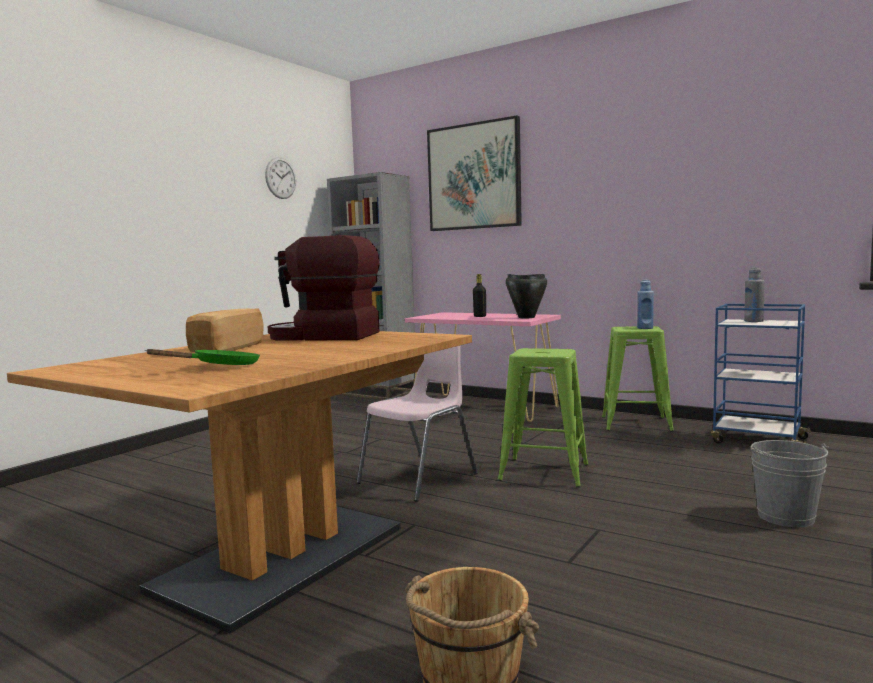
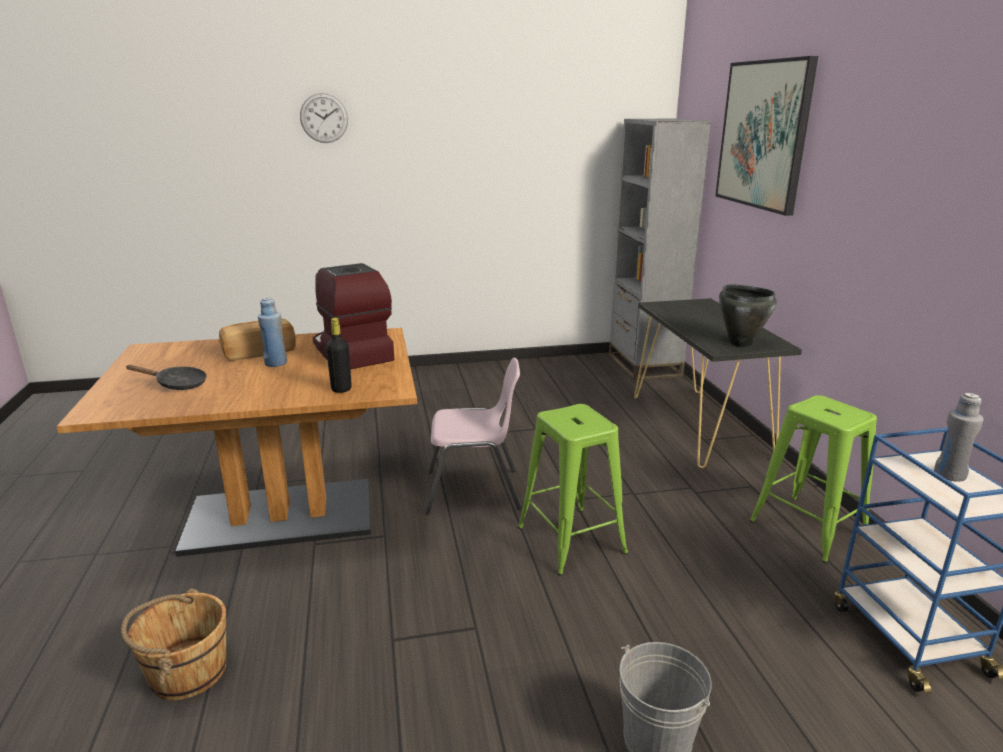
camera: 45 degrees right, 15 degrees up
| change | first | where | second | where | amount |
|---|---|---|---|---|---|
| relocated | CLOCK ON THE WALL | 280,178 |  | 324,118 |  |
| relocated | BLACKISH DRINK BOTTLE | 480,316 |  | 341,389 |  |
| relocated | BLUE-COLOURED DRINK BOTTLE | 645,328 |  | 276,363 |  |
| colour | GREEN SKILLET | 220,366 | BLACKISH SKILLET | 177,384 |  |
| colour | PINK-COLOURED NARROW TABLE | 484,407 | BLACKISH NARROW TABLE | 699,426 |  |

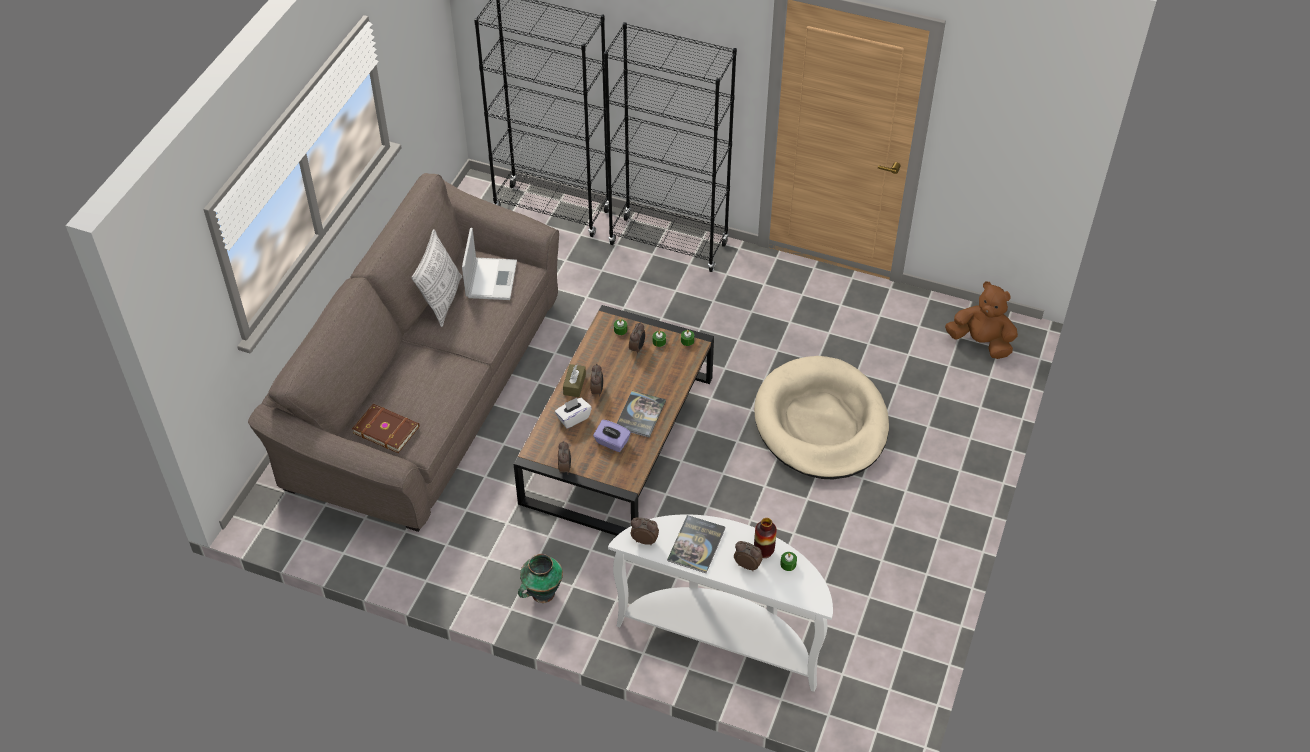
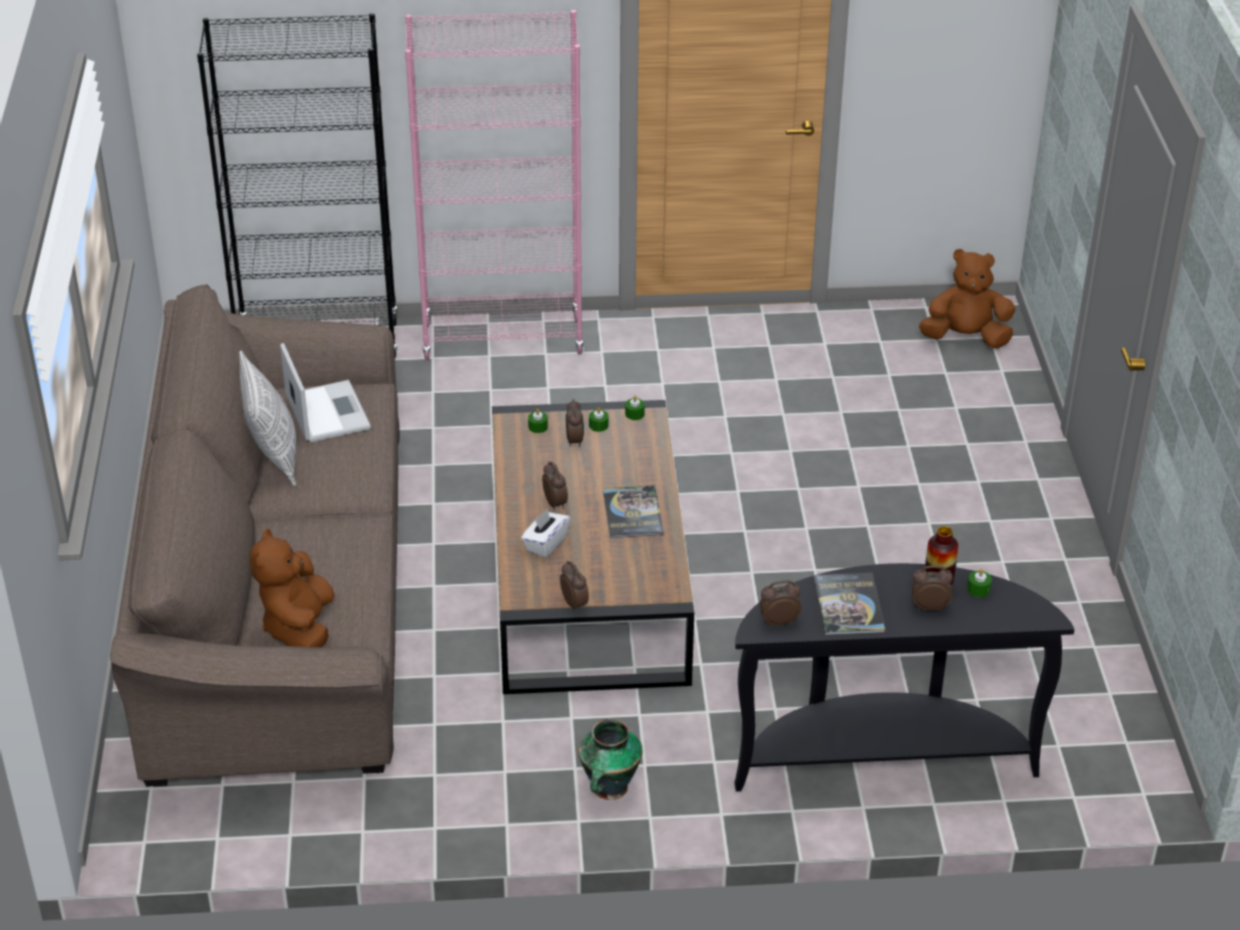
camera: 25 degrees left, 10 degrees down
| change | first | where | second | where | amount |
|---|---|---|---|---|---|
| missing | BROWN BOX OF TISSUES | 574,385 |  |  |  |
| missing | PURPLISH BOX OF TISSUES | 612,443 |  |  |  |
| missing | BEIGE DOG BED | 821,423 |  |  |  |
| exchanged | BROWN BOUND BOOK | 386,429 | BROWN PLUSH TOY | 299,628 |  |
| colour | BLACKISH SHELVING UNIT | 669,244 | PINK-COLOURED SHELVING UNIT | 503,339 |  |
| colour | WHITE-COLOURED NARROW TABLE | 723,635 | BLACKISH NARROW TABLE | 881,754 |  |

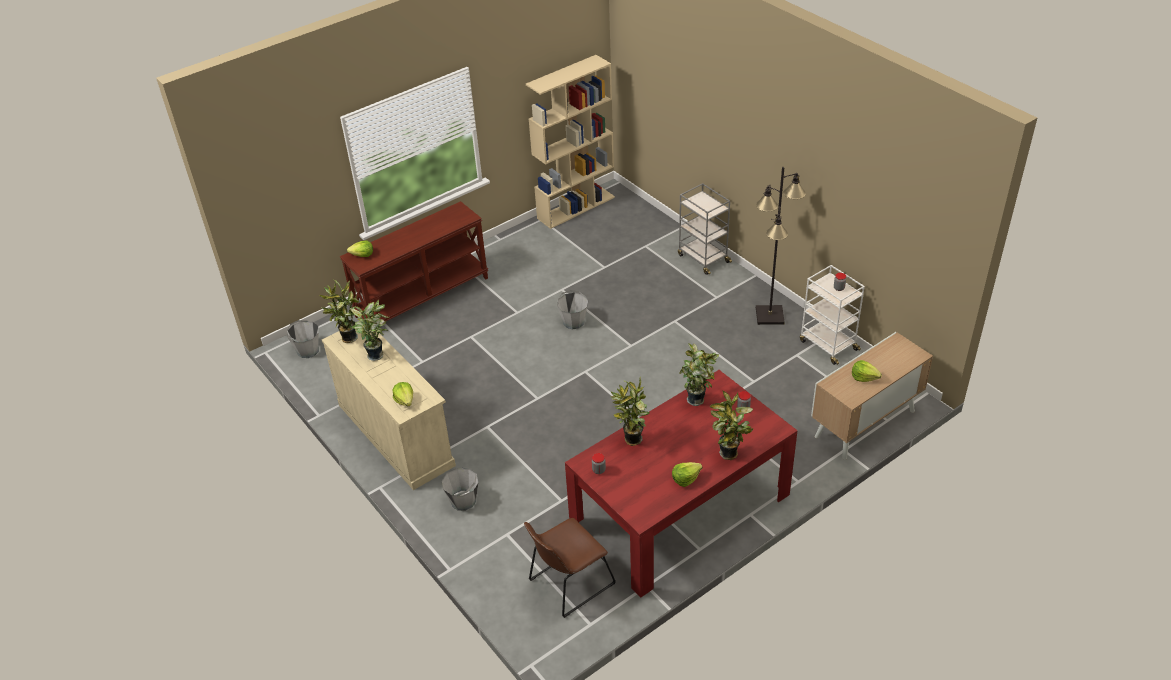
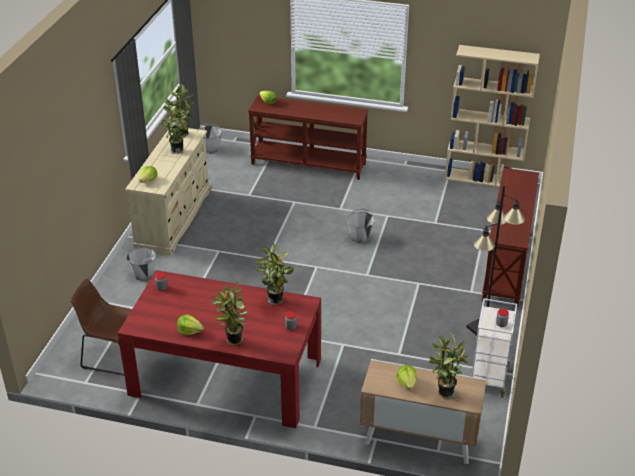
camera: 50 degrees right, 5 degrees down
| change | first | where | second | where | amount |
|---|---|---|---|---|---|
| relocated | HOUSEPLANT | 631,440 |  | 443,392 |  |
| exchanged | GREY WHEELED CART | 703,258 | BROWN NARROW TABLE | 507,264 |  |

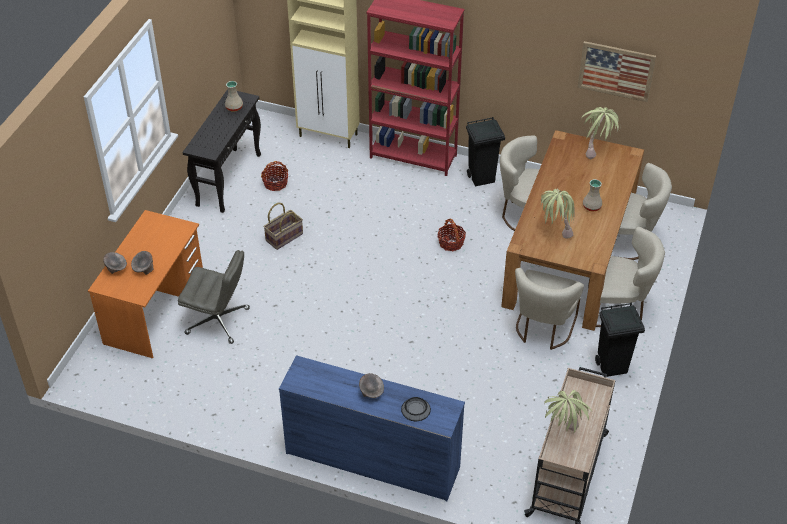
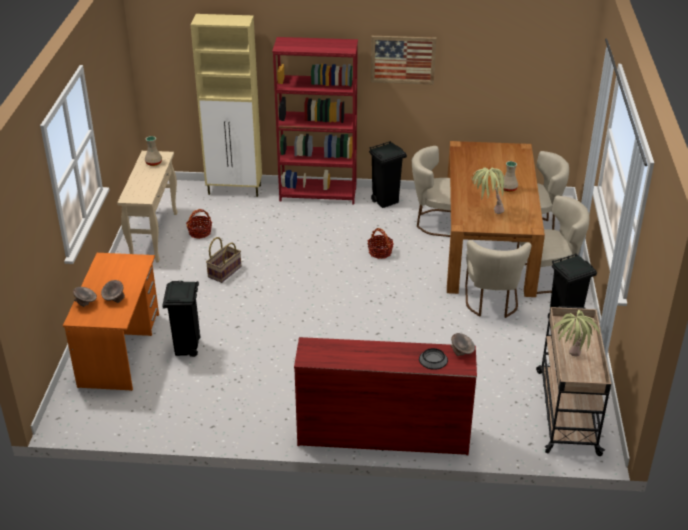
camera: 15 degrees left, 10 degrees down
| change | first | where | second | where | amount |
|---|---|---|---|---|---|
| missing | HOUSEPLANT | 597,151 |  |  |  |
| relocated | GREY BOWL | 371,393 |  | 462,353 |  |
| relocated | WALL PICTURE | 616,71 |  | 403,59 |  |
| exchanged | GREY DESK CHAIR | 218,321 | BLACKISH TRASH CAN | 187,348 |  |
| colour | BLACKISH NARROW TABLE | 229,179 | BEIGE NARROW TABLE | 154,236 |  |
| colour | BLUE-COLOURED DRESSER | 372,459 | RED-COLOURED DRESSER | 382,435 |  |

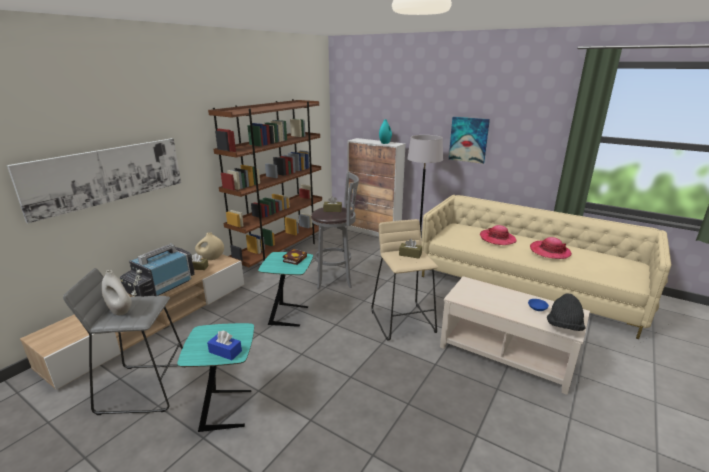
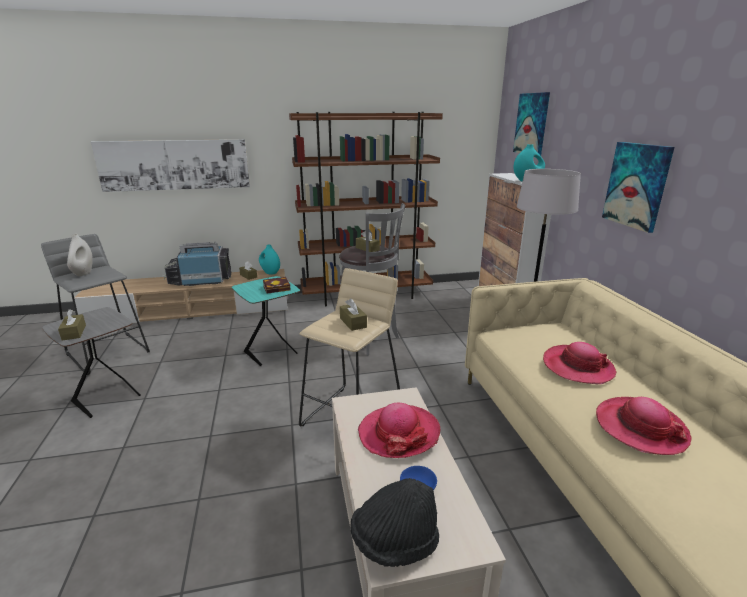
camera: 45 degrees right, 0 degrees up
| change | first | where | second | where | amount |
|---|---|---|---|---|---|
| appeared |  |  | WEARABLE HAT | 399,433 |  |
| appeared |  |  | WALL PICTURE | 532,124 |  |
| colour | TURQUOISE-COLOURED SIDE TABLE | 228,409 | GREY SIDE TABLE | 109,398 |  |
| colour | BEIGE FLOWER VASE | 211,258 | TURQUOISE-COLOURED FLOWER VASE | 270,272 |  |
| colour | BLUE-COLOURED BOX OF TISSUES | 225,351 | BROWN BOX OF TISSUES | 74,332 |  |

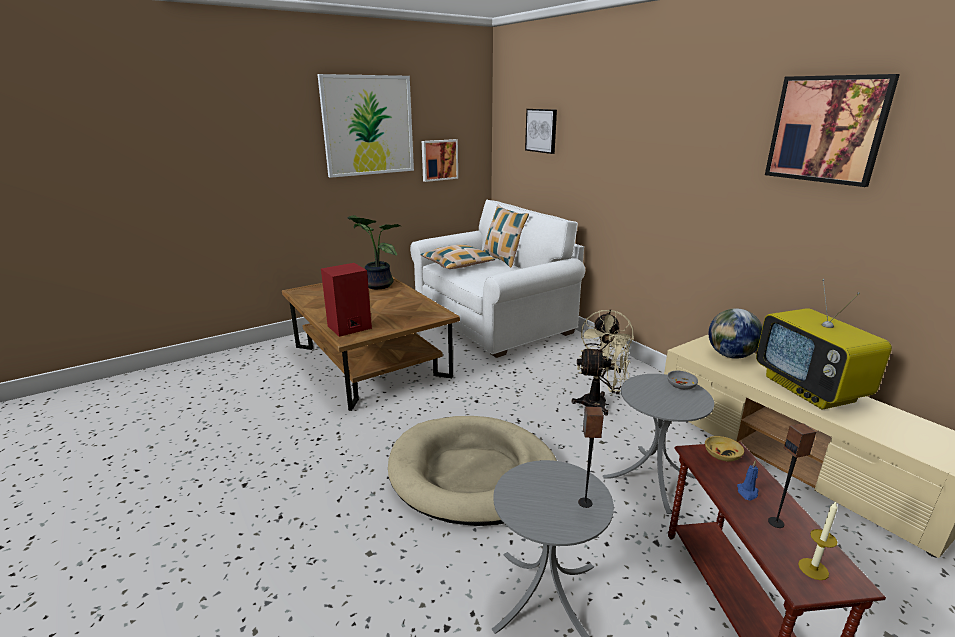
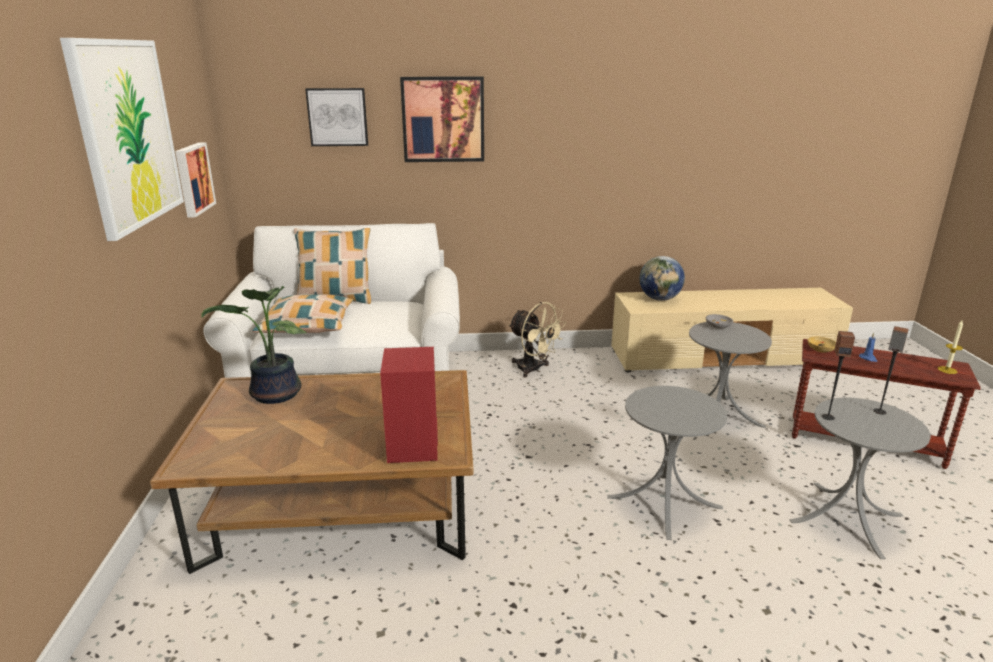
camera: 60 degrees left, 0 degrees up
| change | first | where | second | where | amount |
|---|---|---|---|---|---|
| missing | BEIGE ELECTRIC FAN | 601,404 |  |  |  |
| missing | TV SET | 810,389 |  |  |  |
| relocated | WALL PICTURE | 827,129 |  | 443,119 |  |
| relocated | SPEAKER | 776,522 |  | 828,417 |  |
| exchanged | BEIGE DOG BED | 473,474 | GREY SIDE TABLE | 664,502 |  |

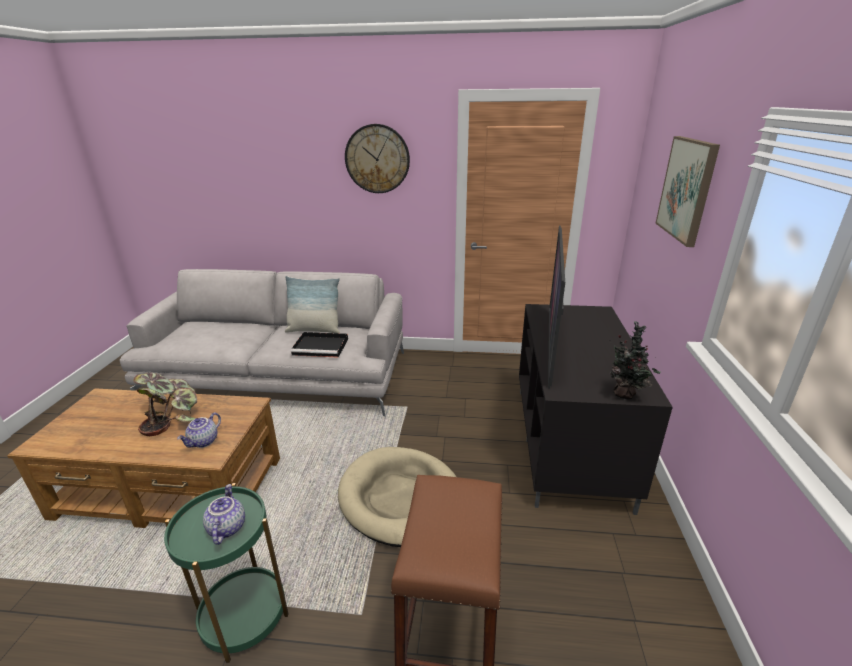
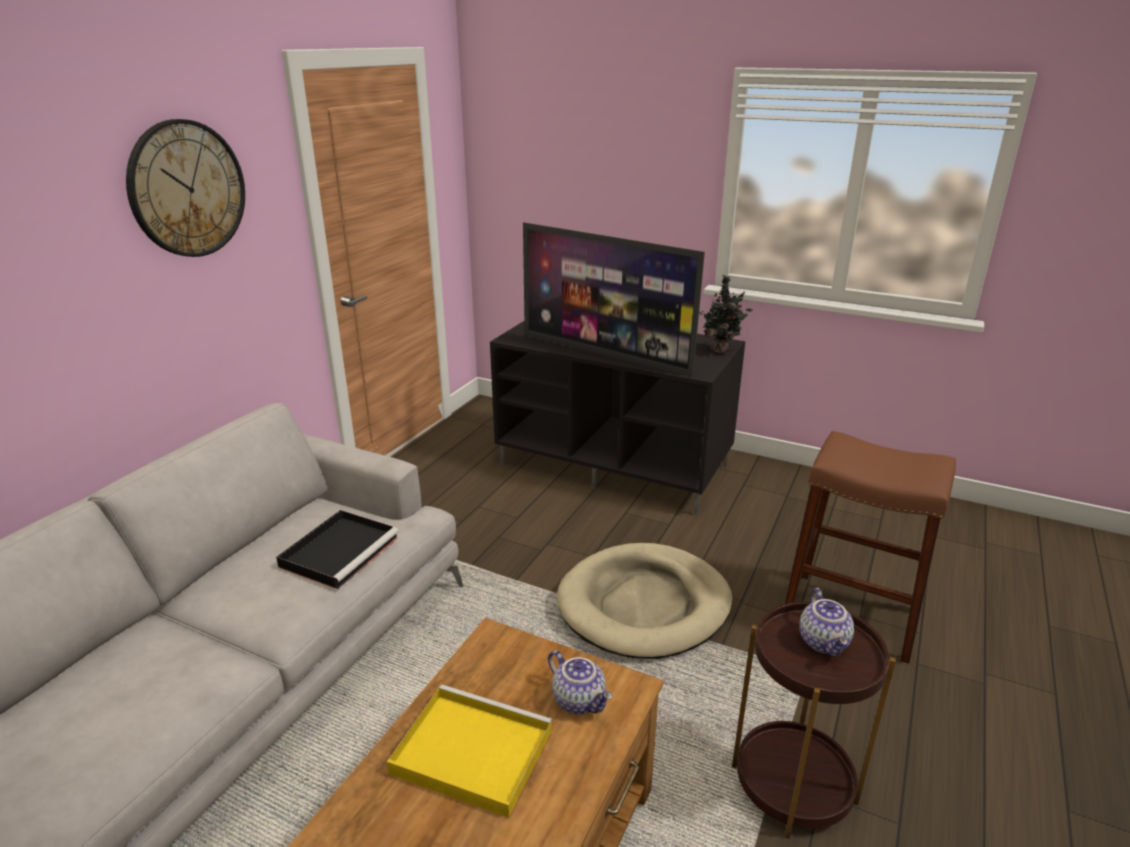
camera: 70 degrees left, 0 degrees up
| change | first | where | second | where | amount |
|---|---|---|---|---|---|
| missing | PILLOW | 314,330 |  |  |  |
| missing | WALL PICTURE | 687,189 |  |  |  |
| exchanged | HOUSEPLANT | 172,417 | YELLOW TRAY | 469,752 |  |
| colour | GREEN SIDE TABLE | 244,615 | BROWN SIDE TABLE | 793,784 |  |
| spun | POT FOR TEA | 226,527 |  | 824,642 | 105 degrees counterclockwise |

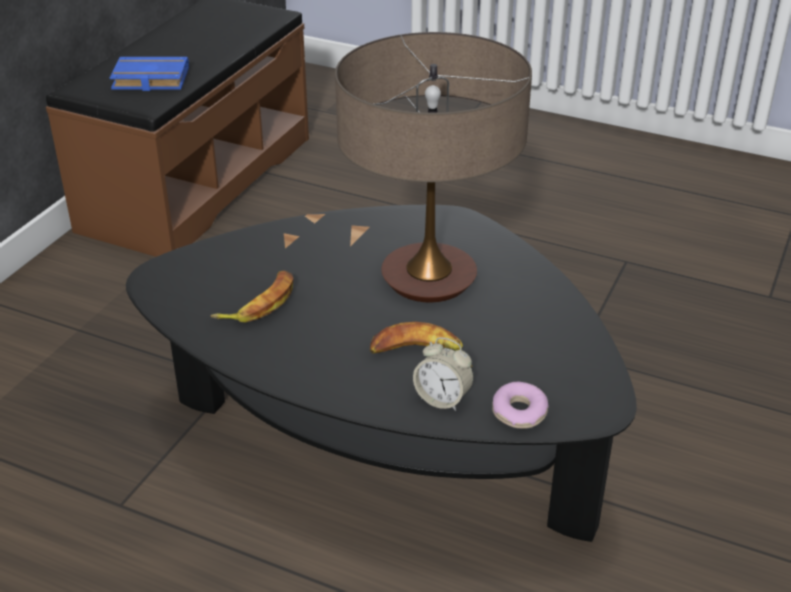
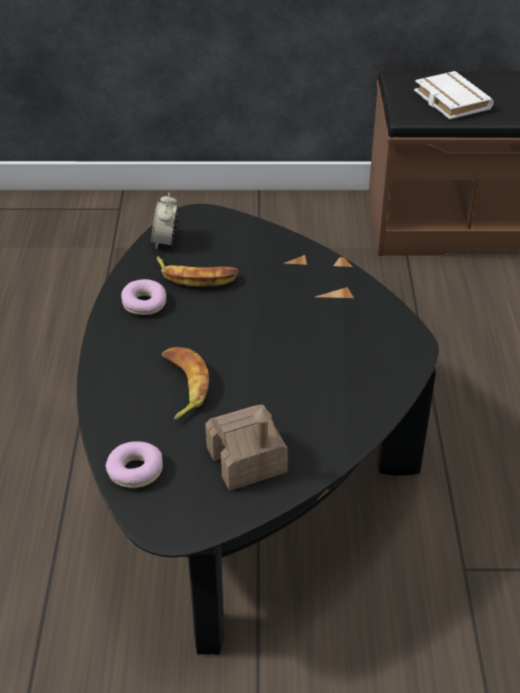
camera: 65 degrees right, 5 degrees up
| change | first | where | second | where | amount |
|---|---|---|---|---|---|
| missing | TABLE LAMP | 429,278 |  |  |  |
| appeared |  |  | DOUGHNUT | 144,304 |  |
| appeared |  |  | TOY HOUSE | 246,460 |  |
| relocated | TABLE CLOCK | 442,399 |  | 166,241 |  |
| colour | BLUE-COLOURED BOUND BOOK | 149,80 | WHITE-COLOURED BOUND BOOK | 449,100 |  |

